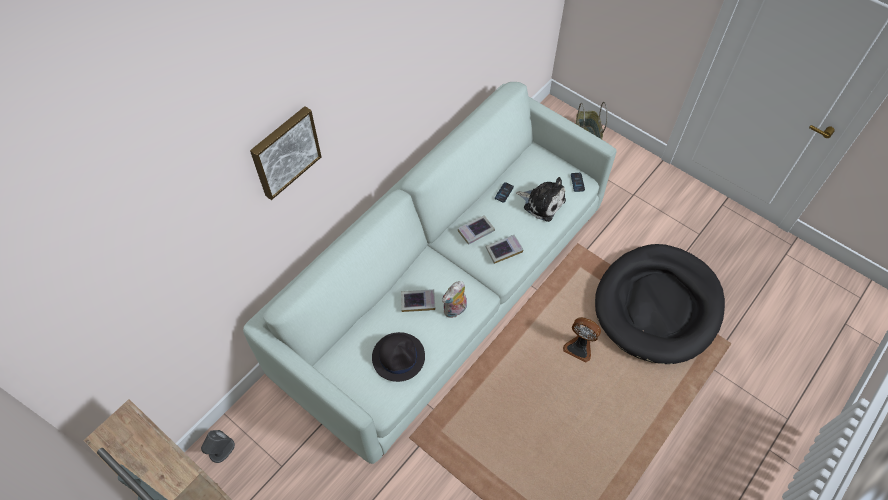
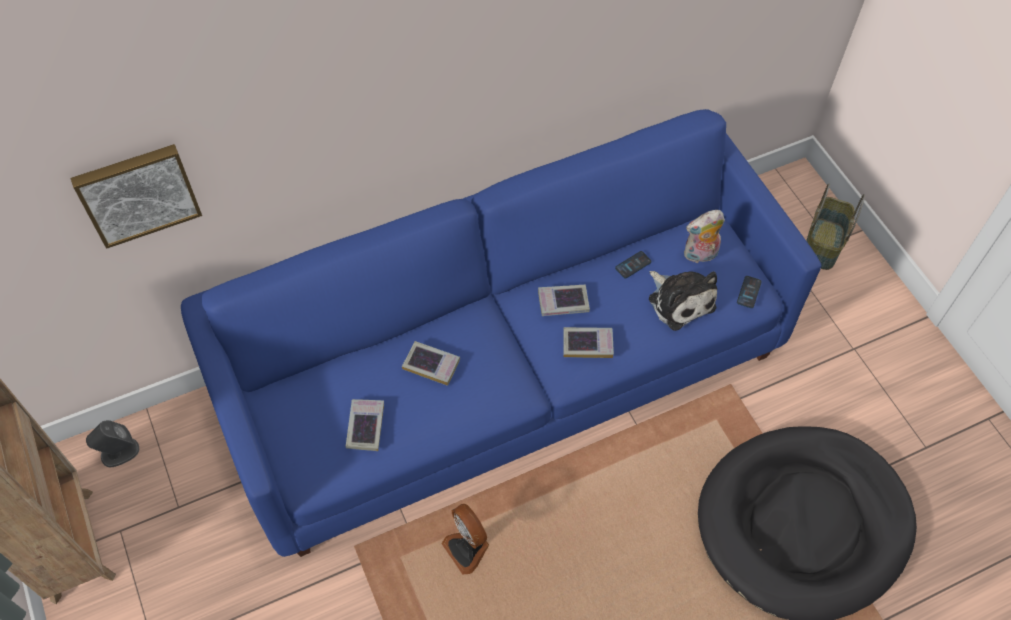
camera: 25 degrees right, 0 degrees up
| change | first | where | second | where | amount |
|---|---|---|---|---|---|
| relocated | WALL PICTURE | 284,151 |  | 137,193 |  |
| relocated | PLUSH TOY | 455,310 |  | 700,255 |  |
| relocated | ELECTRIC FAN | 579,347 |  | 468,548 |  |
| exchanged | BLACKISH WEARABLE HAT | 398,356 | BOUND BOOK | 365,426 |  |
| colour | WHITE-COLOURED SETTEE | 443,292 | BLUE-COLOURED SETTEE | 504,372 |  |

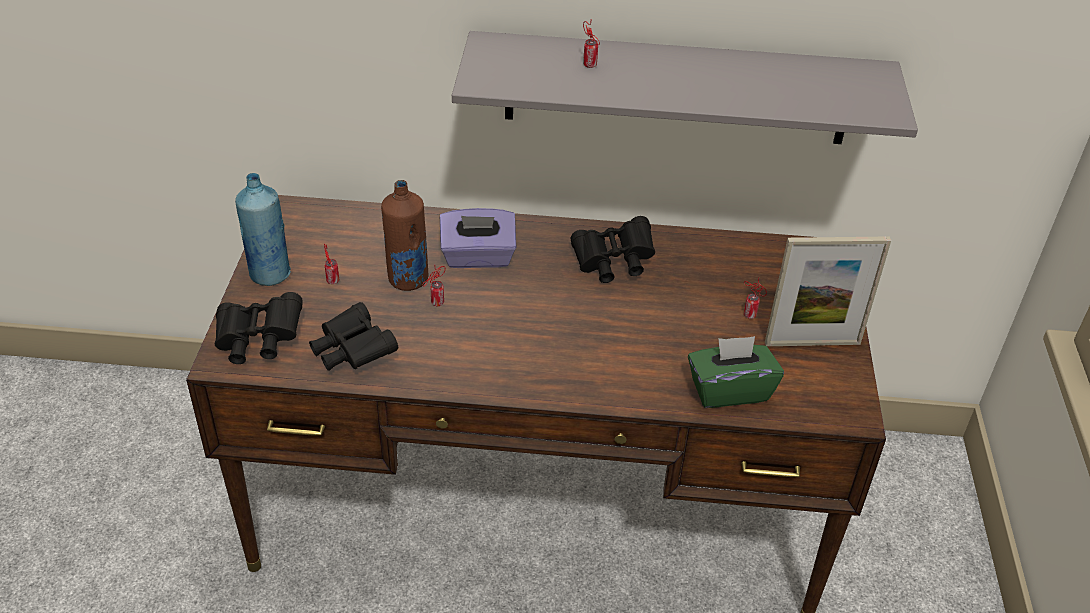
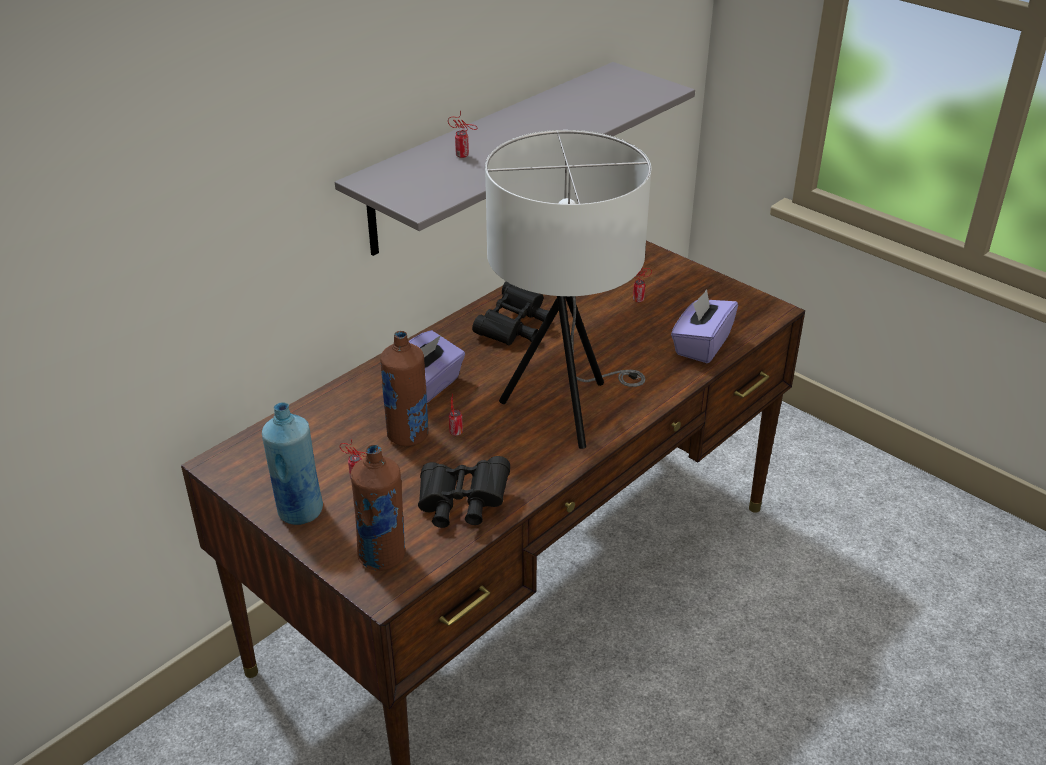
camera: 50 degrees left, 5 degrees down
| change | first | where | second | where | amount |
|---|---|---|---|---|---|
| missing | STANDING FRAME | 812,343 |  |  |  |
| appeared |  |  | WHITE-COLOURED TABLE LAMP | 567,410 |  |
| exchanged | BLACKISH BINOCULARS | 258,341 | BROWN DRINK BOTTLE | 383,556 |  |
| colour | GREEN BOX OF TISSUES | 729,390 | PURPLISH BOX OF TISSUES | 701,345 |  |

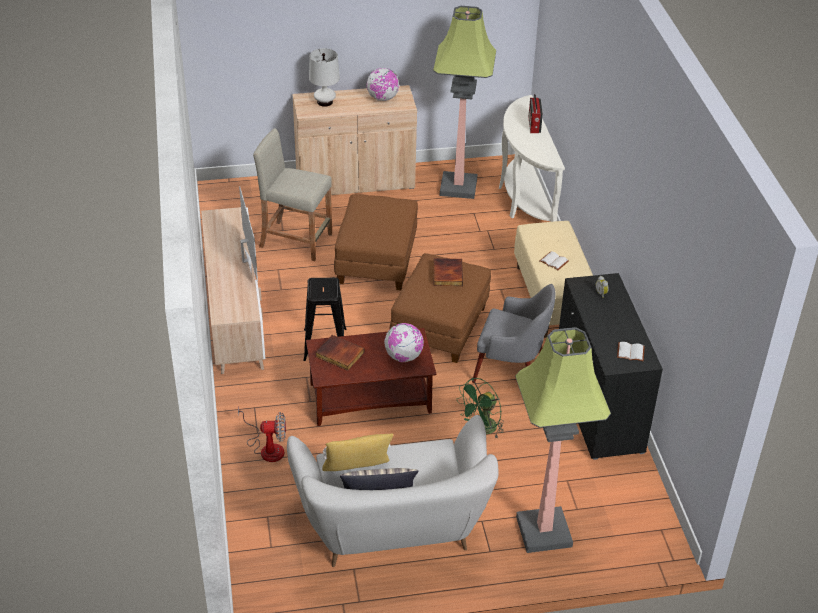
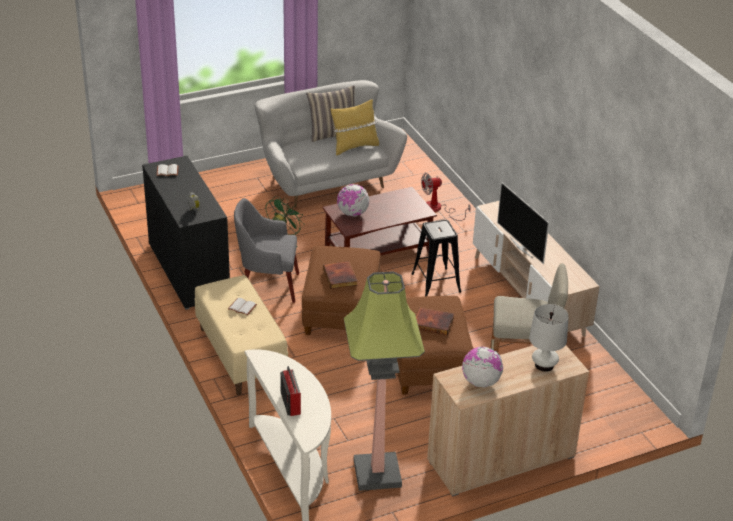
camera: 165 degrees right, 5 degrees down
| change | first | where | second | where | amount |
|---|---|---|---|---|---|
| missing | FLOOR LAMP | 543,532 |  |  |  |
| relocated | BOUND BOOK | 339,355 |  | 433,322 |  |

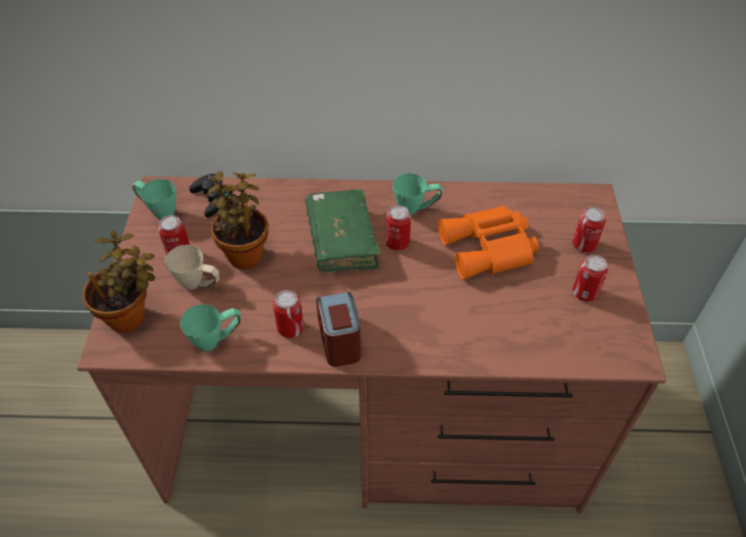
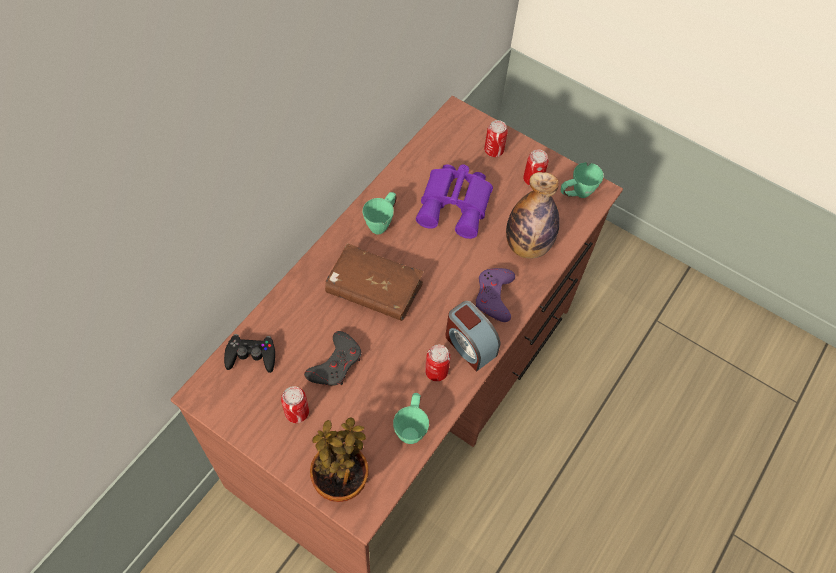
camera: 60 degrees left, 10 degrees up
| change | first | where | second | where | amount |
|---|---|---|---|---|---|
| missing | BEIGE COFFEE MUG | 199,285 |  |  |  |
| missing | METAL CAN | 397,243 |  |  |  |
| appeared |  |  | PURPLISH GAMEPAD | 494,296 |  |
| appeared |  |  | DRINK BOTTLE | 527,246 |  |
| relocated | GREEN COFFEE MUG | 159,212 |  | 576,194 |  |
| exchanged | HOUSEPLANT | 245,253 | GREY GAMEPAD | 336,363 |  |
| colour | GREEN BOUND BOOK | 342,239 | BROWN BOUND BOOK | 374,289 |  |
| colour | ORANGE-COLOURED BINOCULARS | 489,249 | PURPLISH BINOCULARS | 456,205 |  |
| spun | TABLE CLOCK | 340,339 |  | 469,345 | 150 degrees counterclockwise |

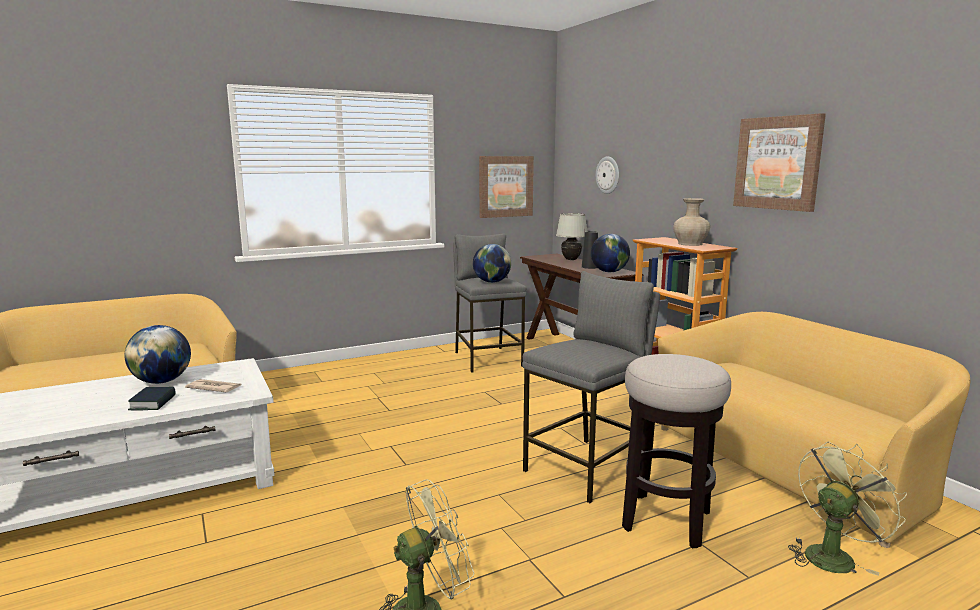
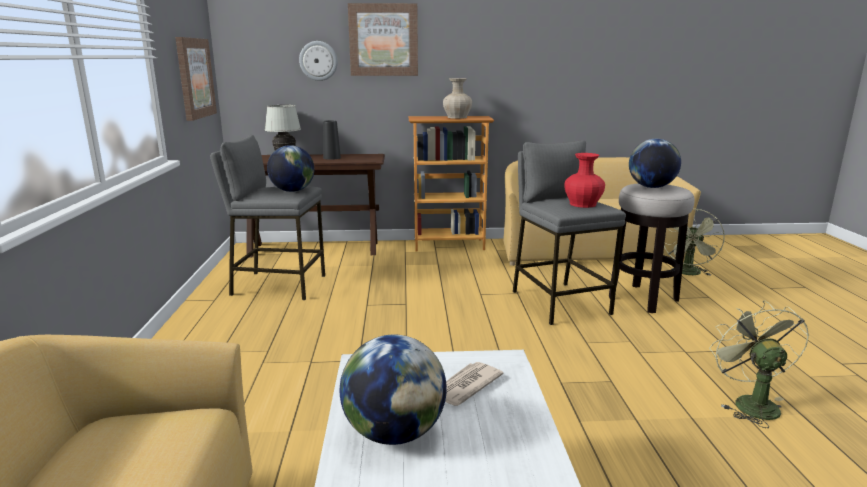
camera: 65 degrees left, 5 degrees up
| change | first | where | second | where | amount |
|---|---|---|---|---|---|
| missing | BOUND BOOK | 153,403 |  |  |  |
| appeared |  |  | RED-COLOURED FLOWER VASE | 582,204 |  |
| relocated | DESK GLOBE | 609,272 |  | 651,187 |  |
| relocated | WALL PICTURE | 778,163 |  | 383,40 |  |
| spun | GREEN ELECTRIC FAN | 833,555 |  | 688,273 | 150 degrees counterclockwise |

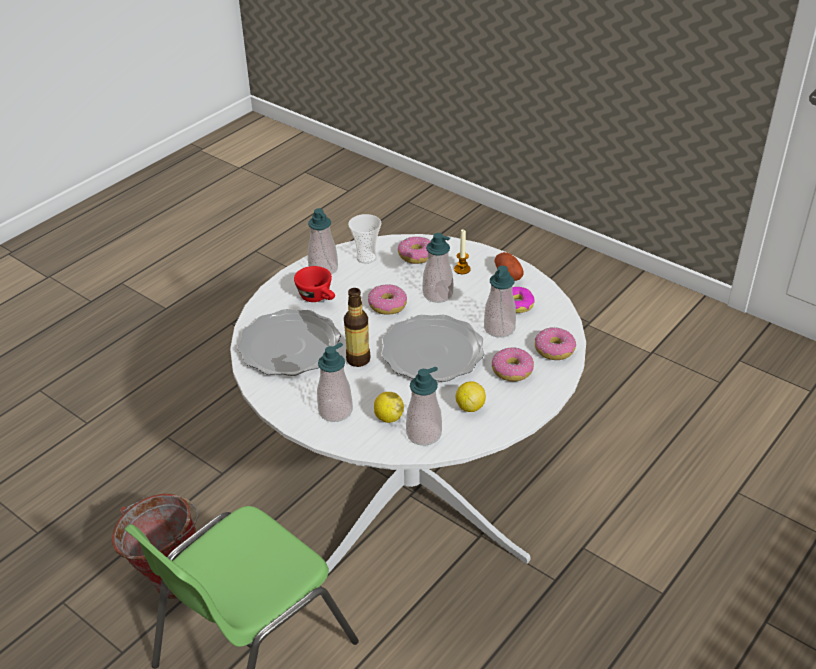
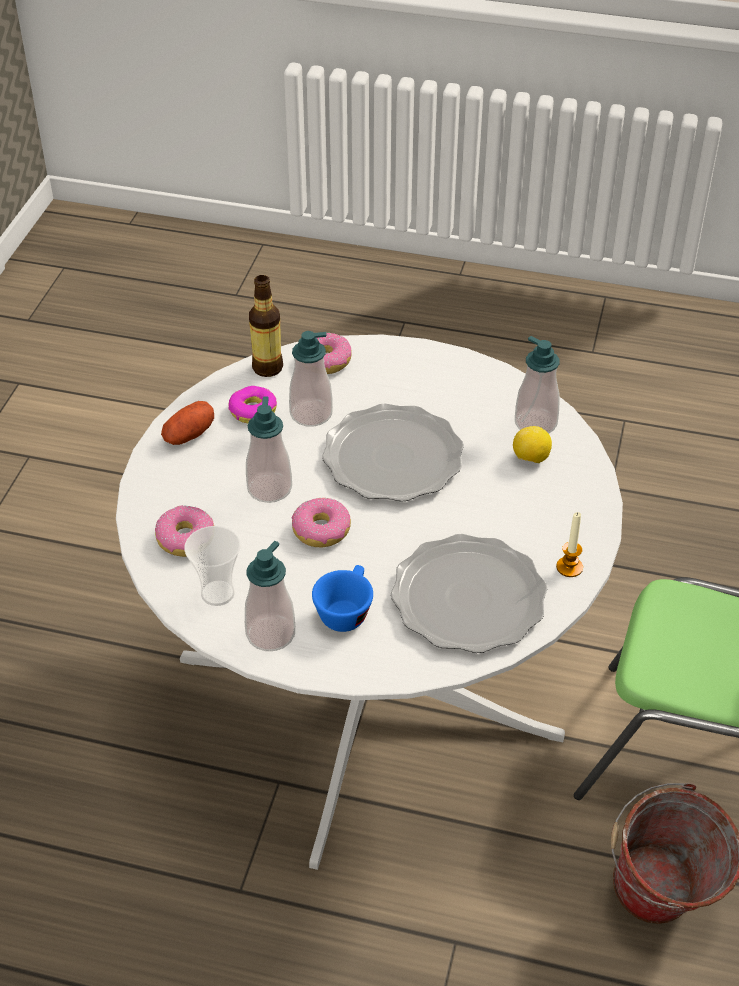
camera: 115 degrees left, 5 degrees up
| change | first | where | second | where | amount |
|---|---|---|---|---|---|
| missing | SOAP DISPENSER | 335,411 |  |  |  |
| missing | LEMON | 470,407 |  |  |  |
| missing | DOUGHNUT | 512,370 |  |  |  |
| relocated | DRINK BOTTLE | 358,359 |  | 267,368 |  |
| relocated | WAX CANDLE | 462,269 |  | 569,567 |  |
| colour | RED-COLOURED CUP | 318,298 | BLUE-COLOURED CUP | 345,611 |  |

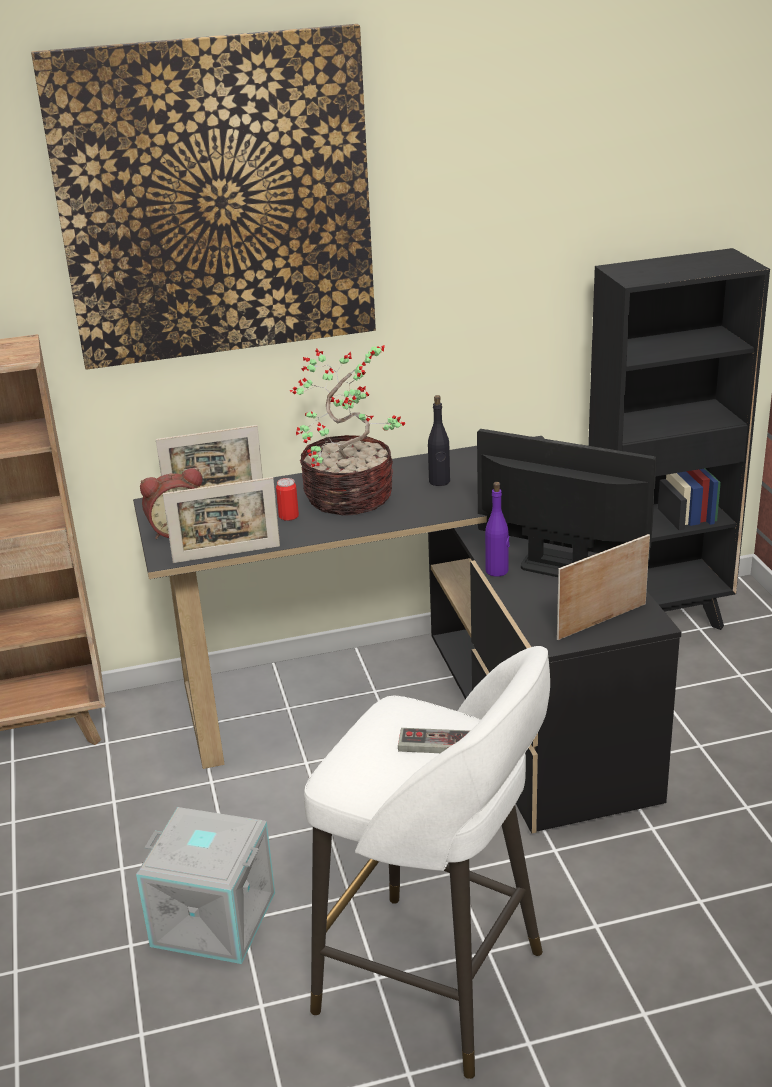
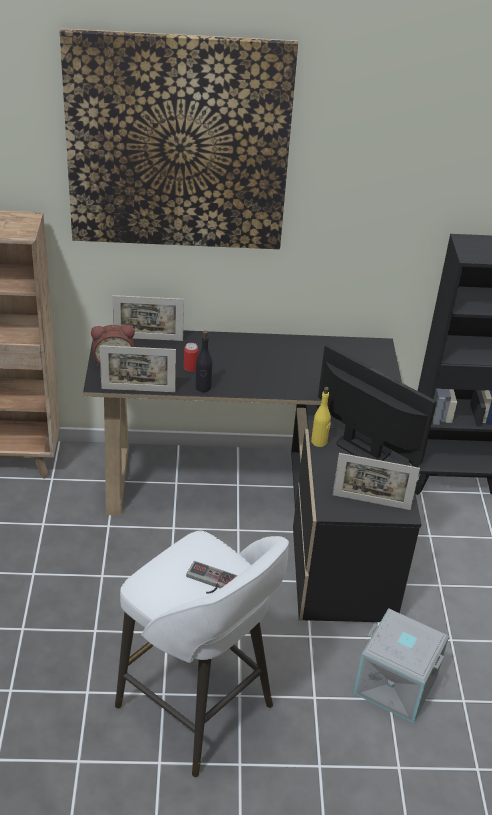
camera: 10 degrees right, 10 degrees up
| change | first | where | second | where | amount |
|---|---|---|---|---|---|
| missing | HOUSEPLANT | 351,496 |  |  |  |
| relocated | GREY STORAGE CONTAINER | 215,917 |  | 397,683 |  |
| relocated | BLACKISH DRINK BOTTLE | 439,481 |  | 203,387 |  |
| colour | PURPLISH DRINK BOTTLE | 497,571 | YELLOW DRINK BOTTLE | 319,442 |  |
| spun | STANDING FRAME | 602,621 |  | 371,502 | 150 degrees counterclockwise |

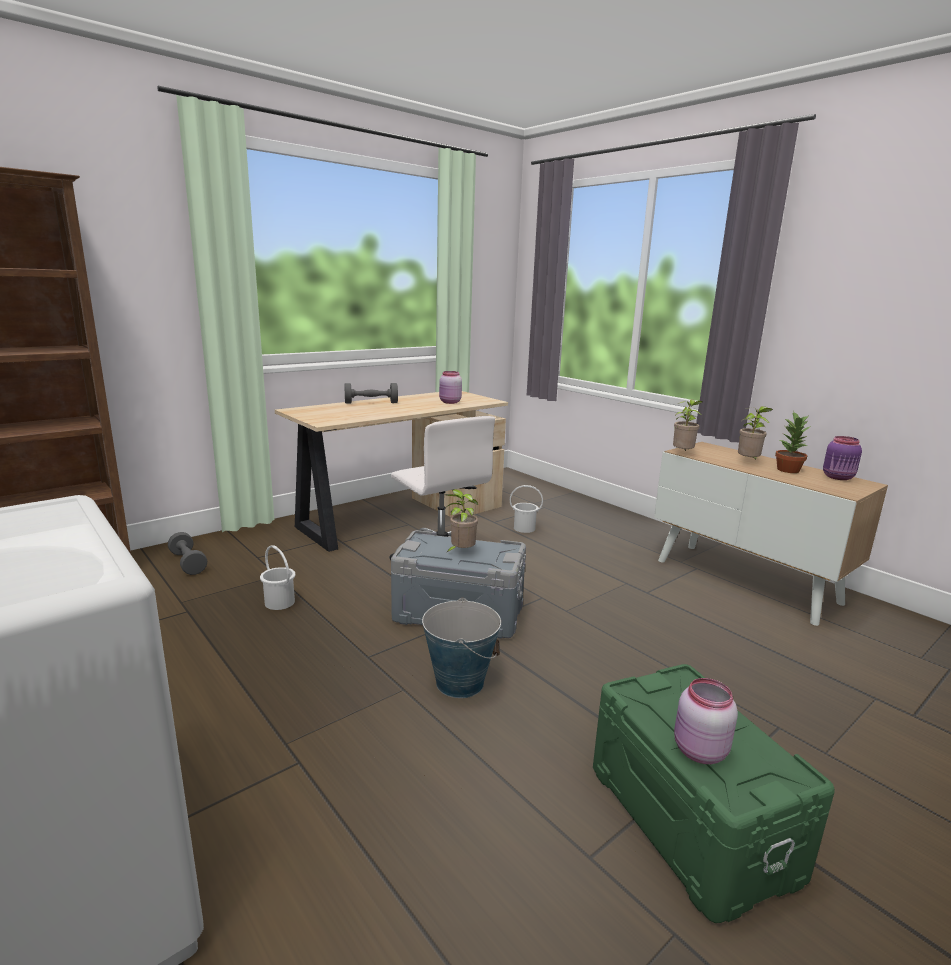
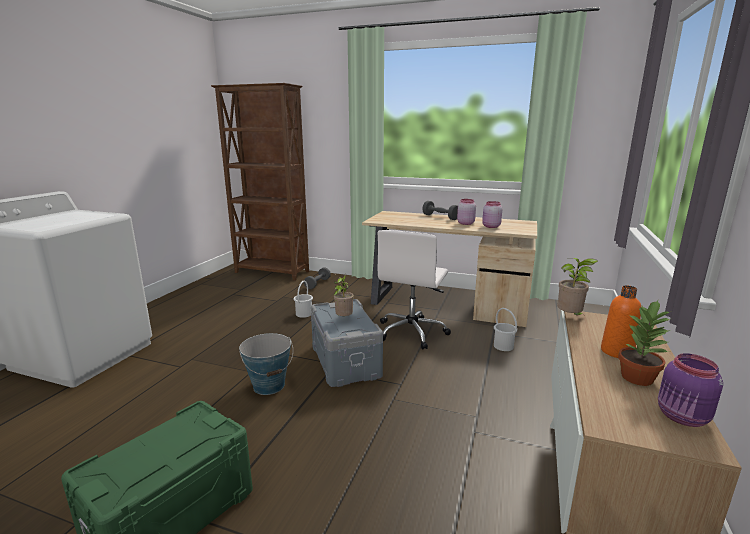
camera: 60 degrees right, 0 degrees up
| change | first | where | second | where | amount |
|---|---|---|---|---|---|
| relocated | PINK-COLOURED JAR | 698,751 |  | 465,223 |  |
| exchanged | HOUSEPLANT | 748,462 | ORANGE-COLOURED DRINK BOTTLE | 617,352 |  |

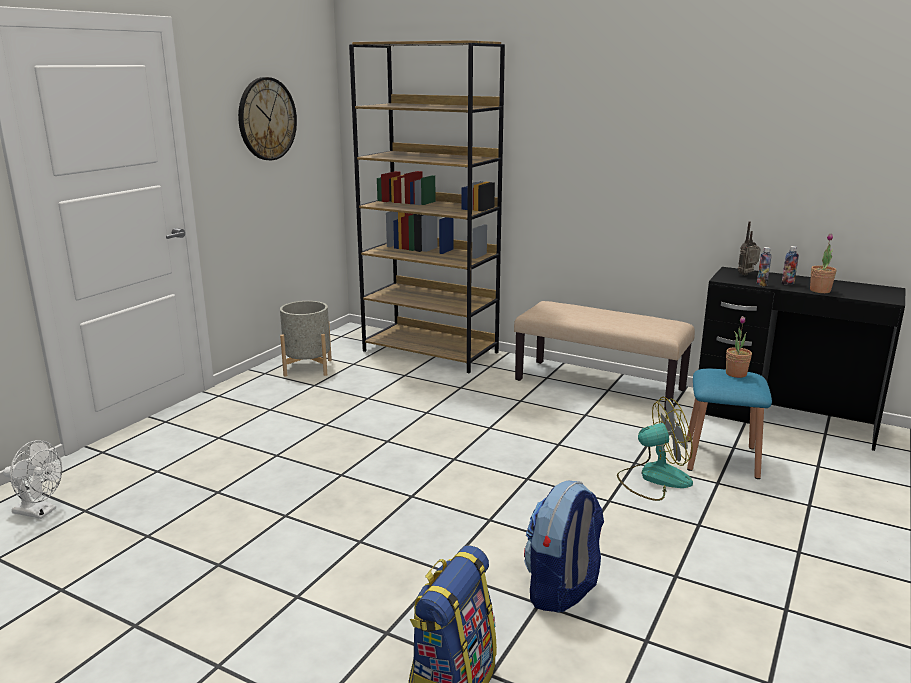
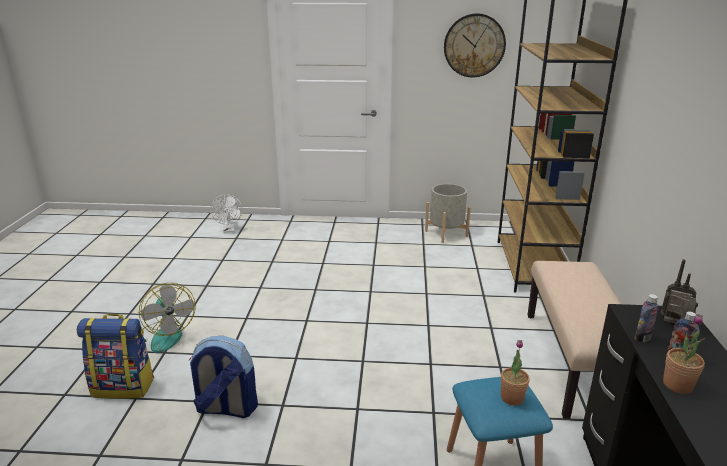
camera: 65 degrees right, 5 degrees up
| change | first | where | second | where | amount |
|---|---|---|---|---|---|
| relocated | ELECTRIC FAN | 653,478 |  | 163,335 |  |

